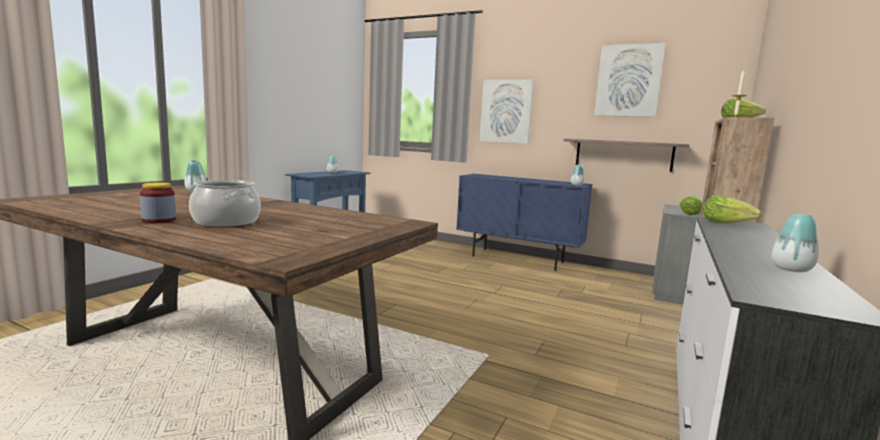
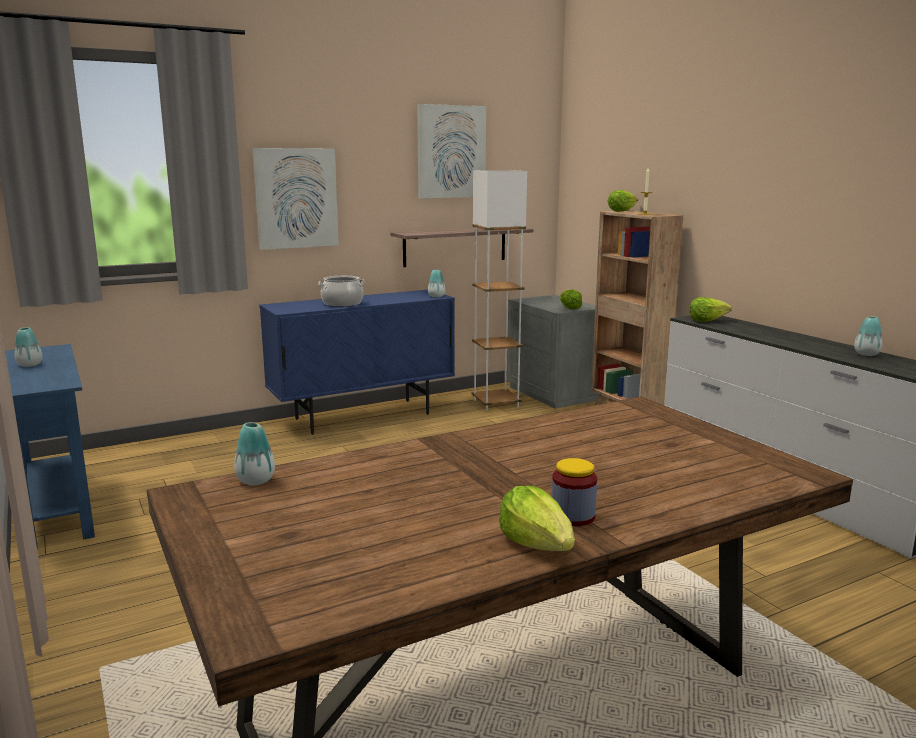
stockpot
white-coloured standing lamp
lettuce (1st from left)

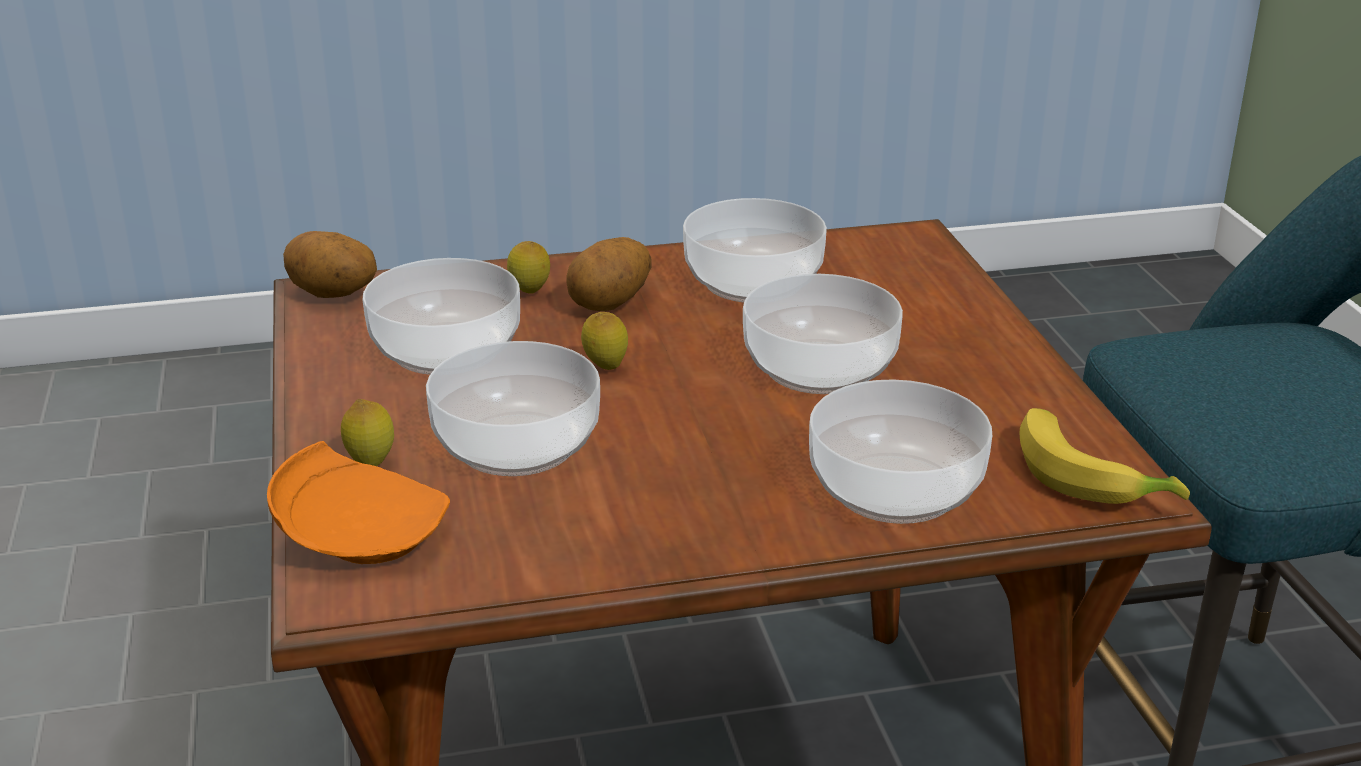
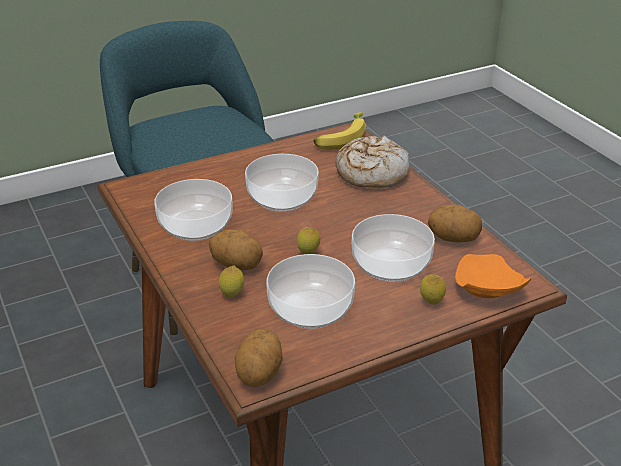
bakery bread
whole potato (3rd from left)

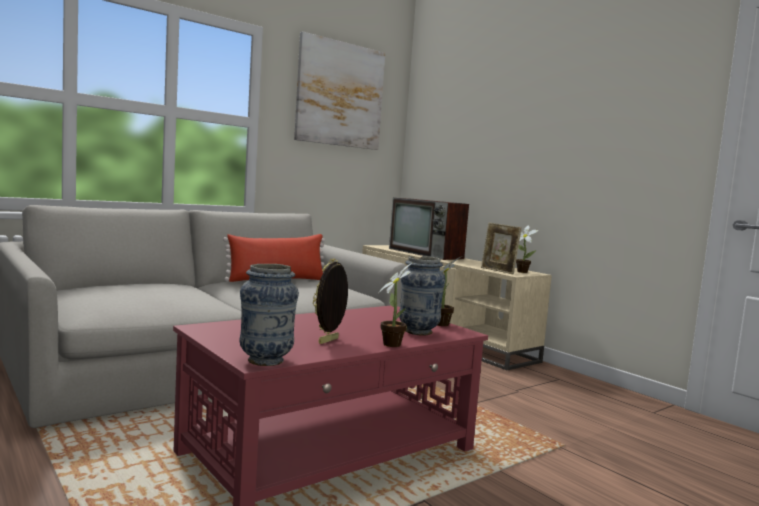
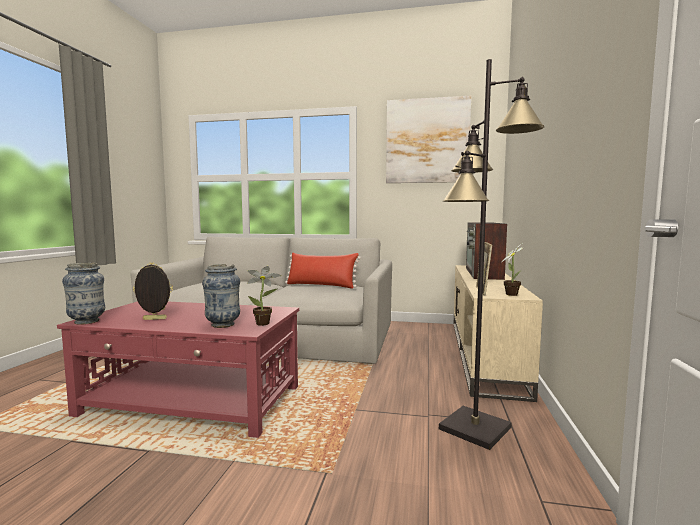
potted plant (1st from left in the first image)
black standing lamp

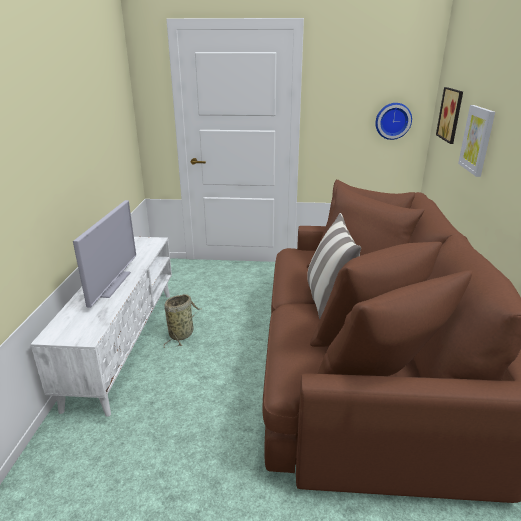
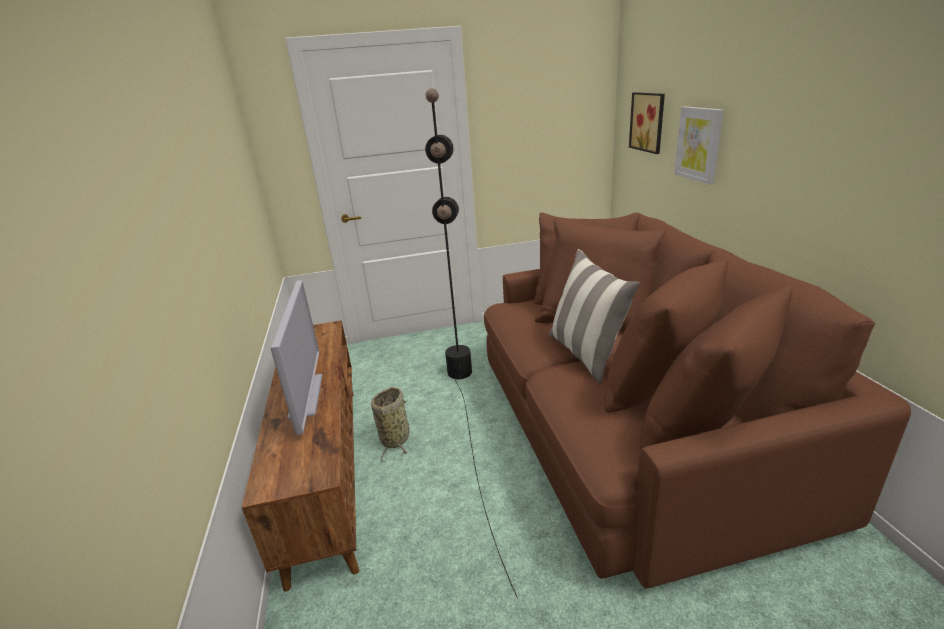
hanging clock
brown tv stand
black standing lamp

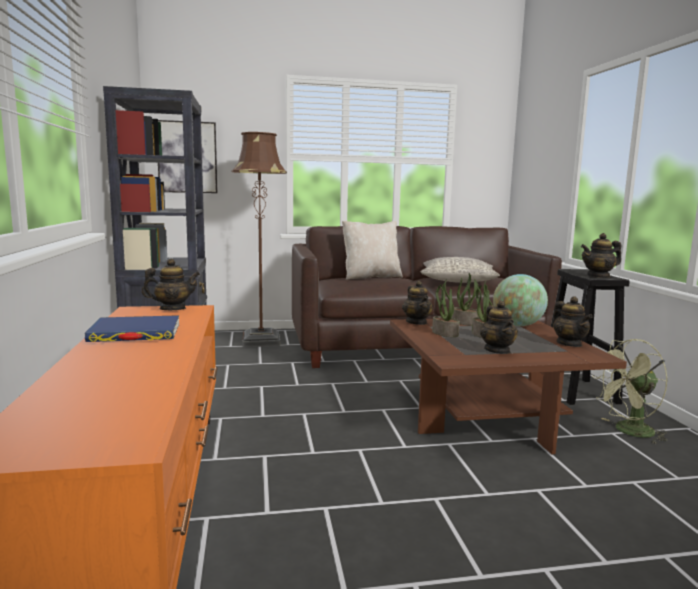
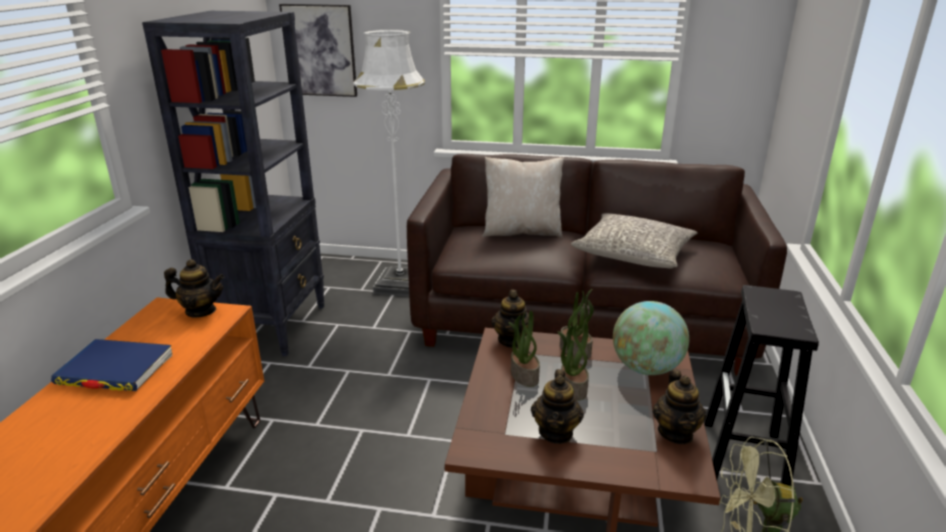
white-coloured standing lamp
tea pot (5th from left in the first image)

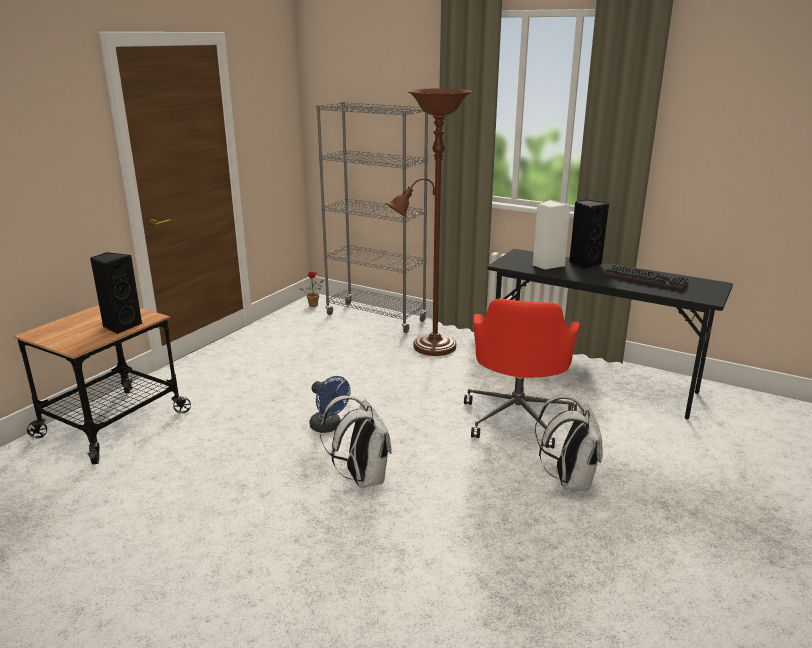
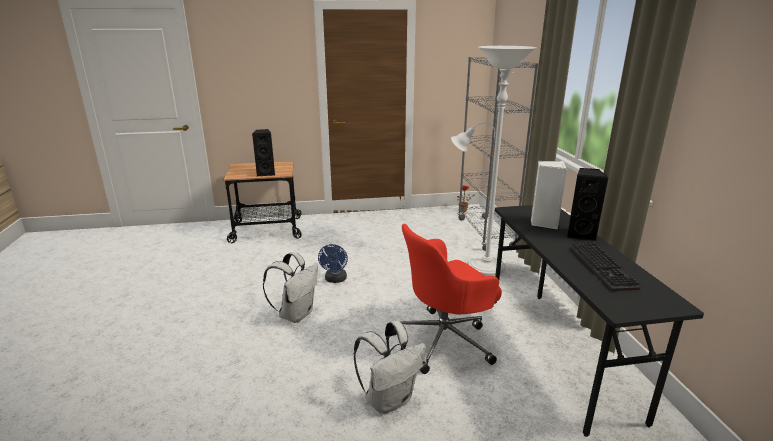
white-coloured standing lamp

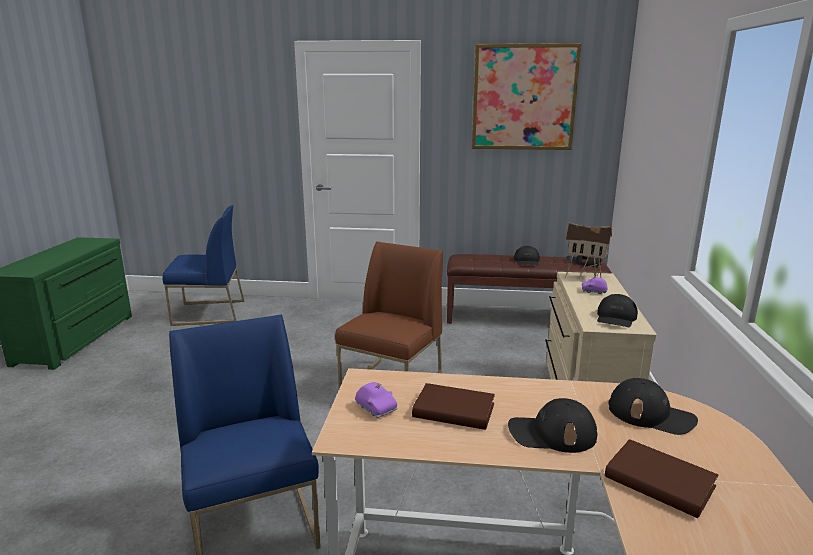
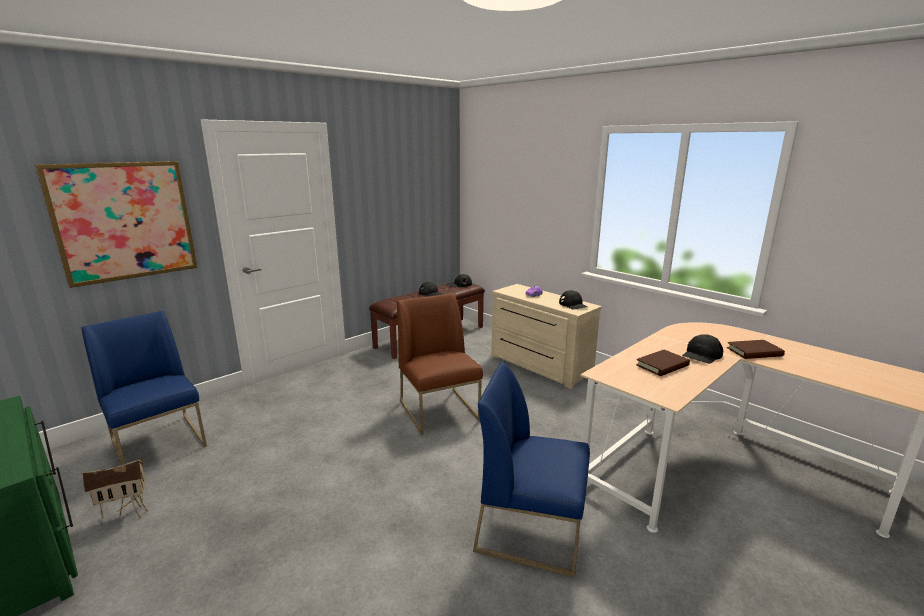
wall picture
blue-coloured plain chair (1st from left)
model house
black cap (5th from left in the first image)
purple miniature car (1st from left in the first image)

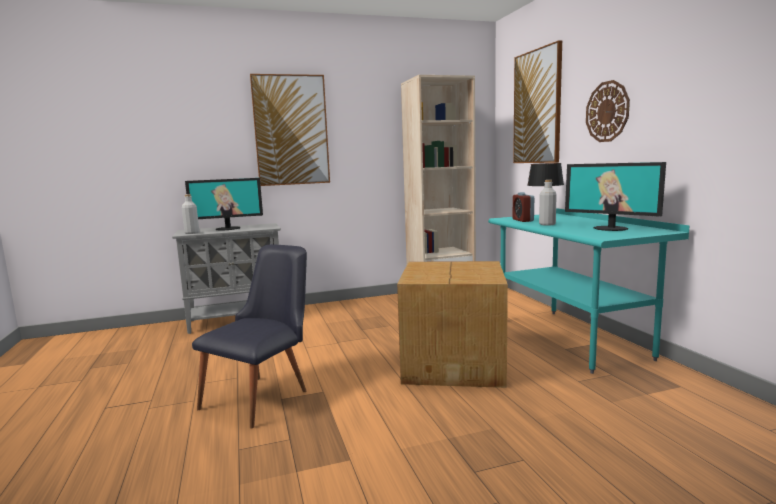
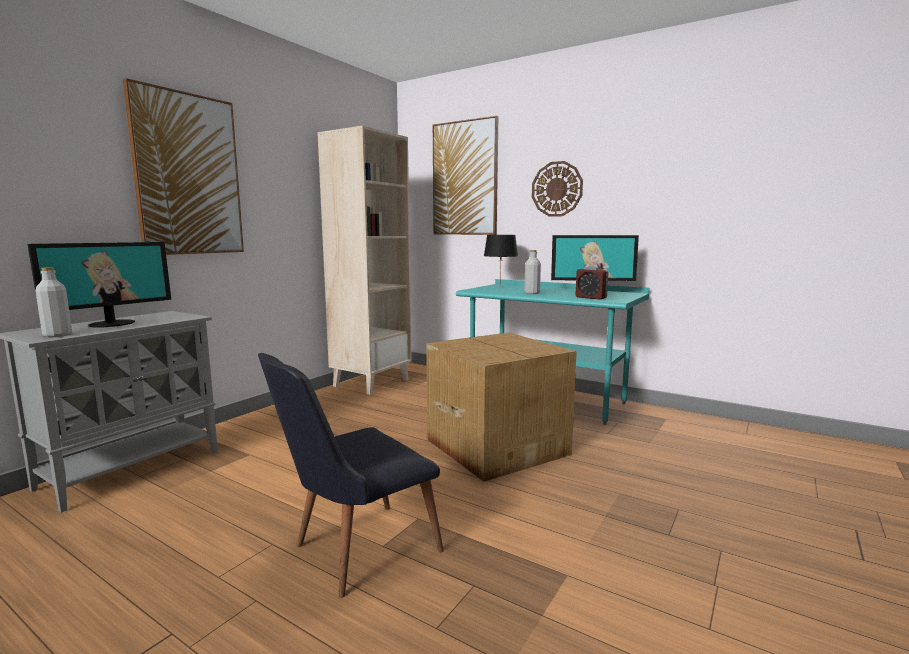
alarm clock
black plain chair

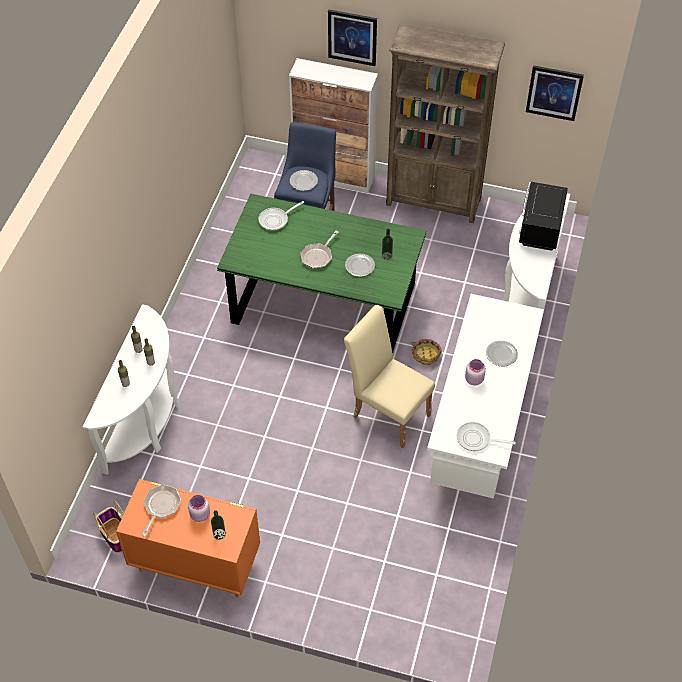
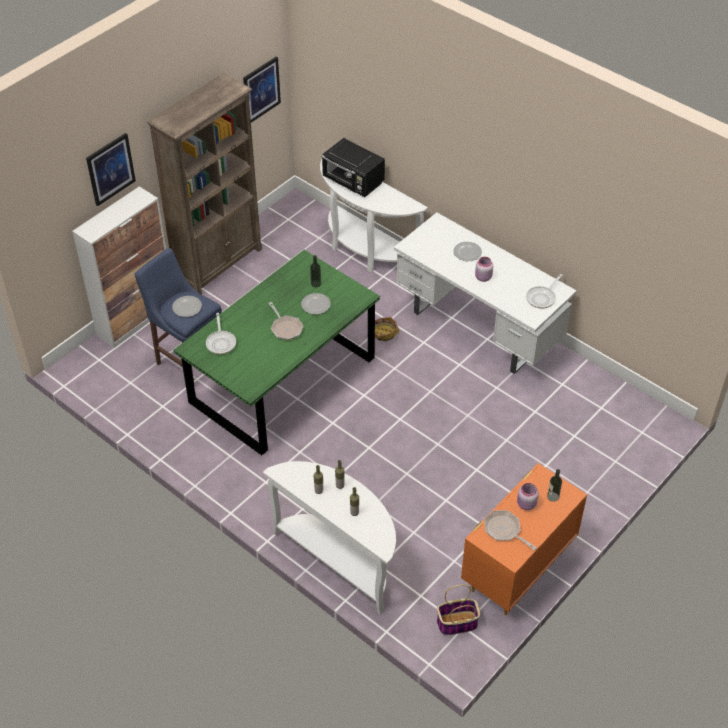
beige plain chair

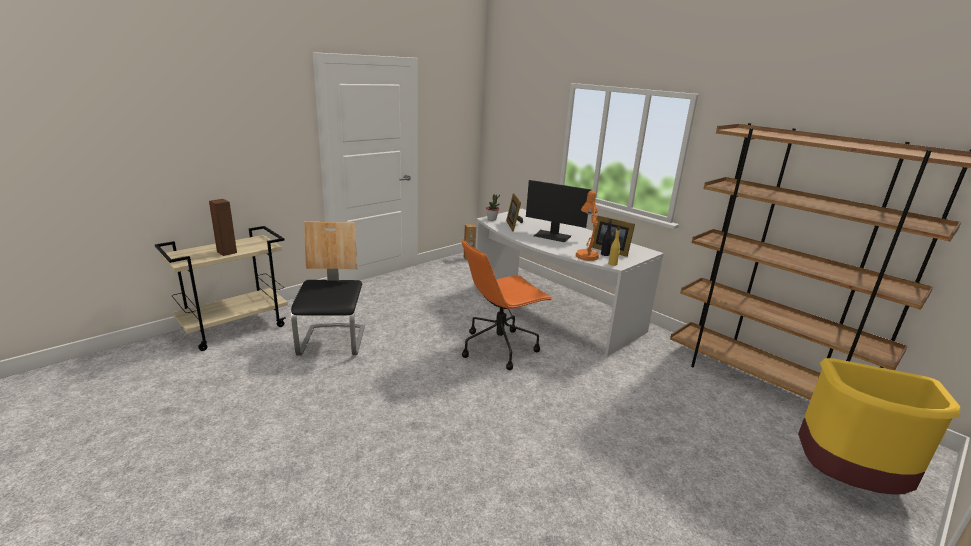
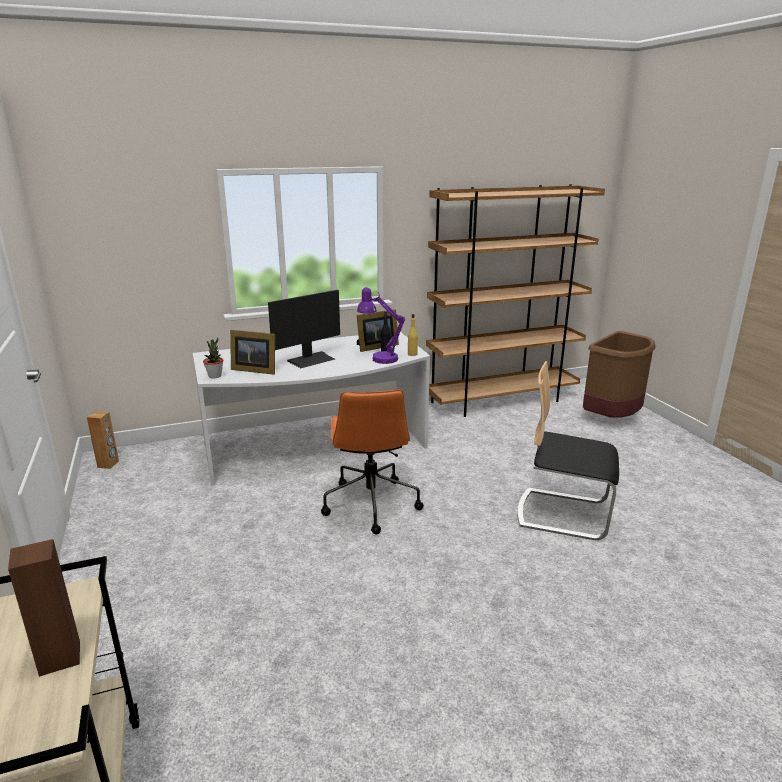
purple lamp for a table
plain chair
brown trash can

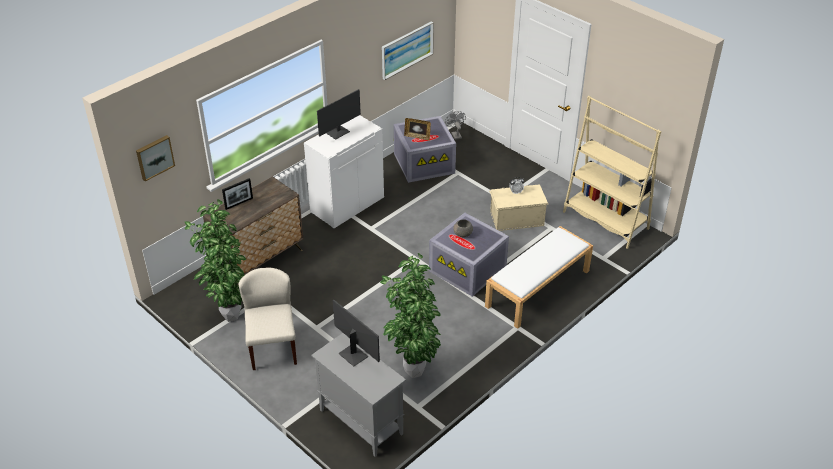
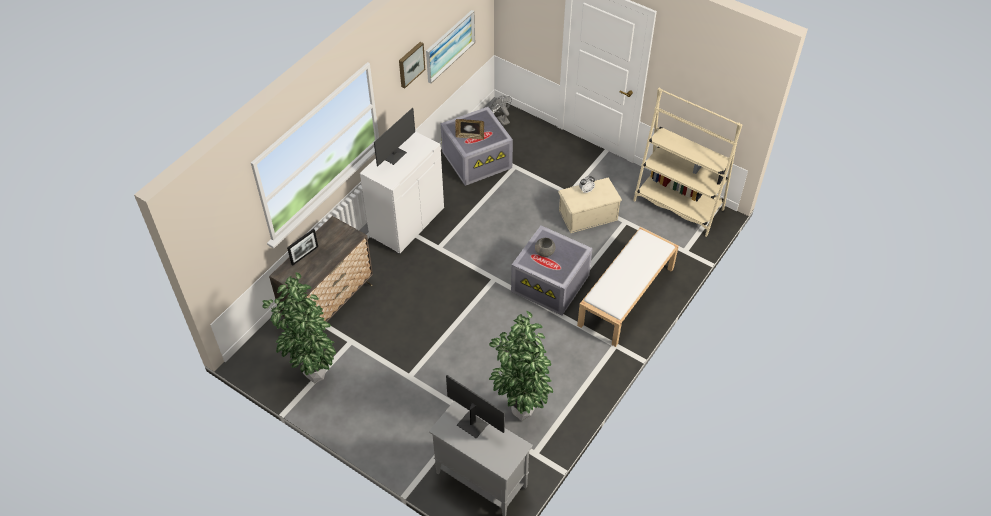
wall picture (1st from left)
beige plain chair

